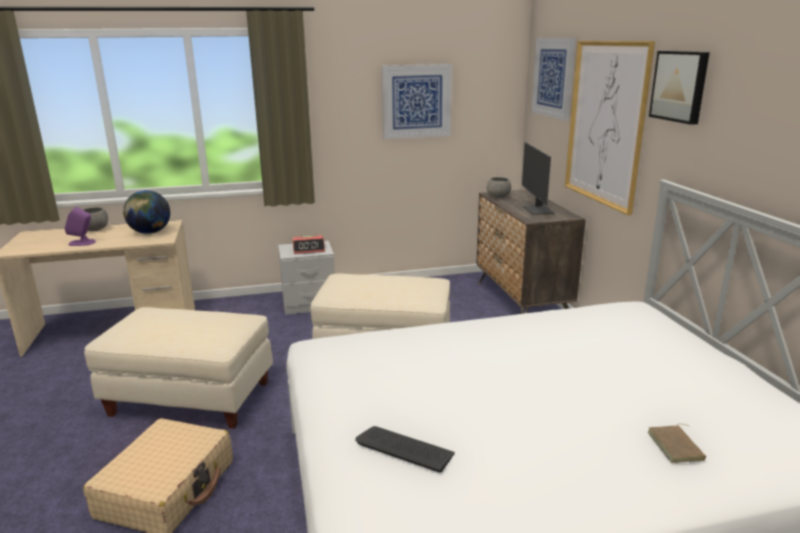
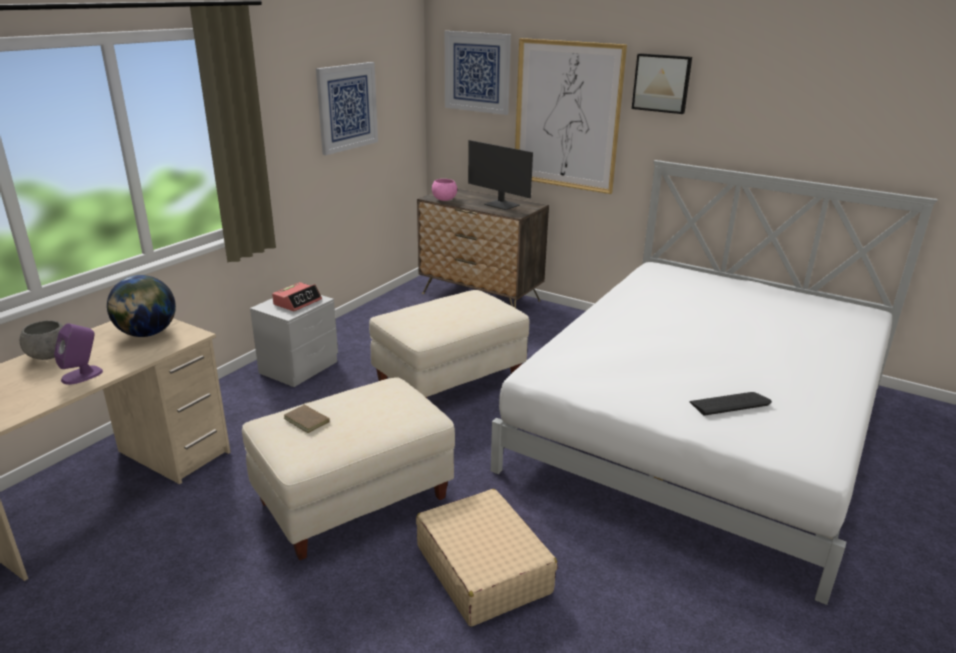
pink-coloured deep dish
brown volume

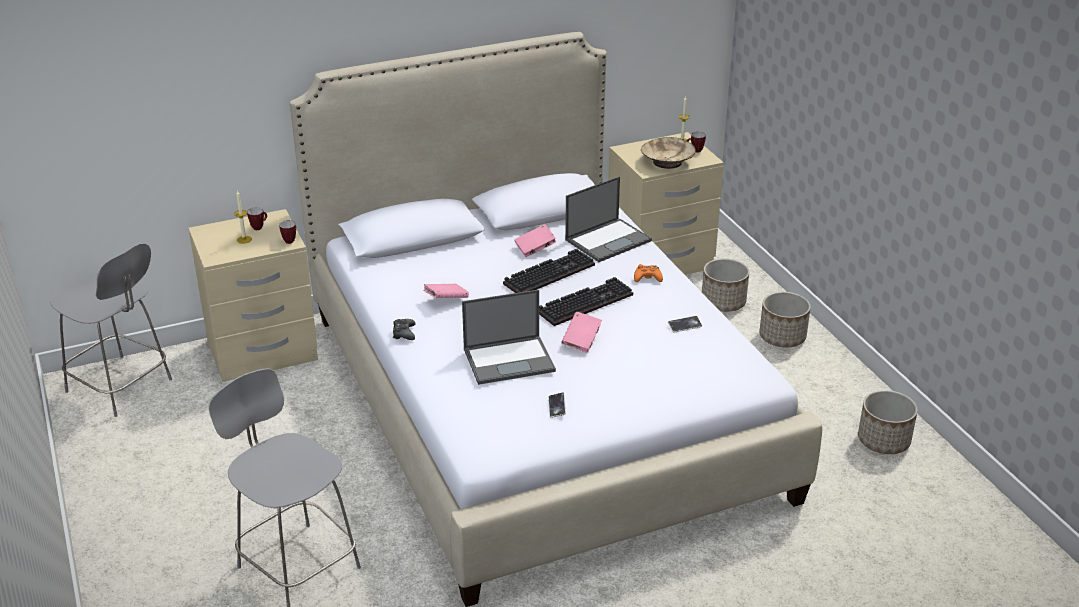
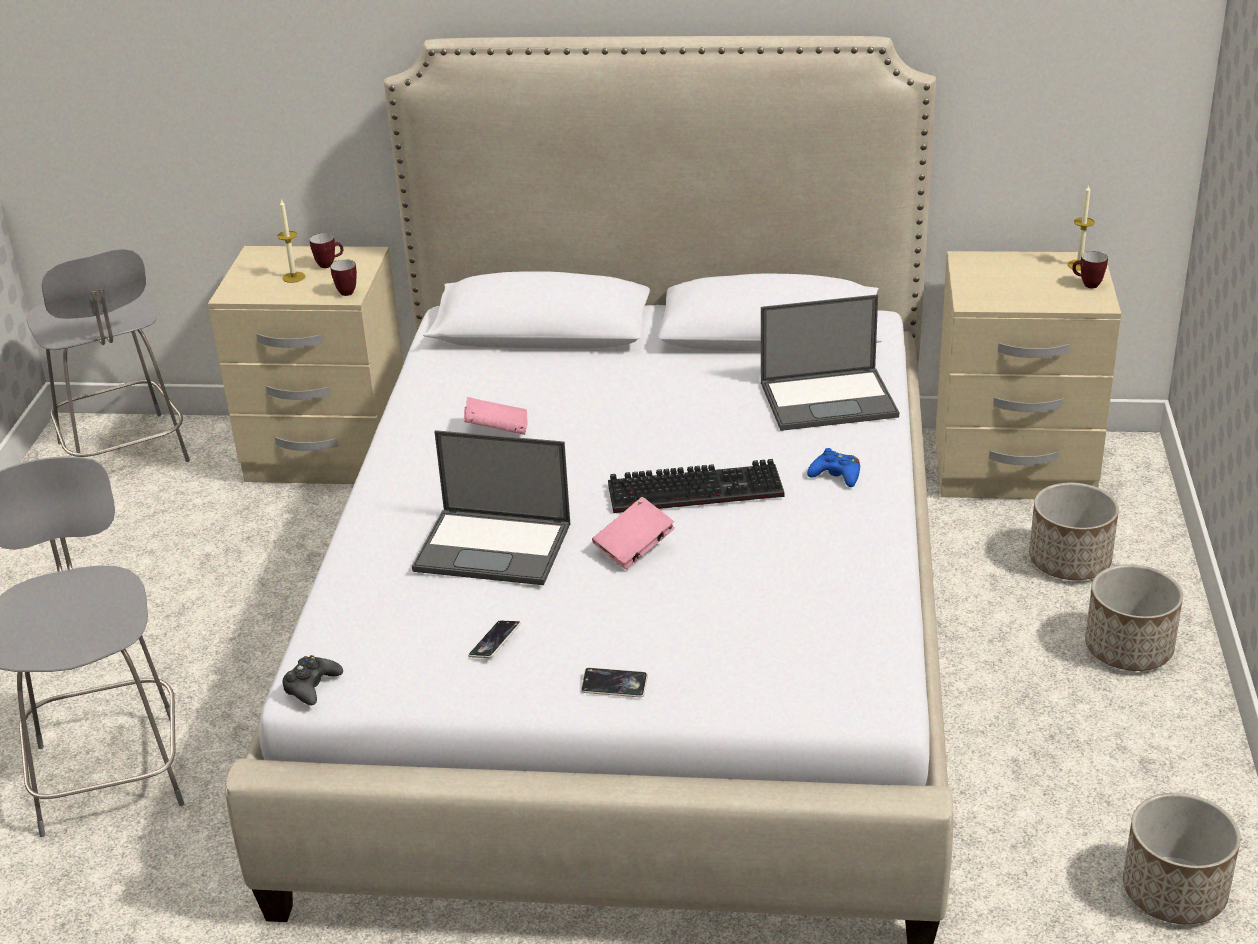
beige deep dish
pink-coloured volume (2nd from left in the first image)
keyboard (1st from left in the first image)
blue-coloured game controller
phone (2nd from left)
black game controller

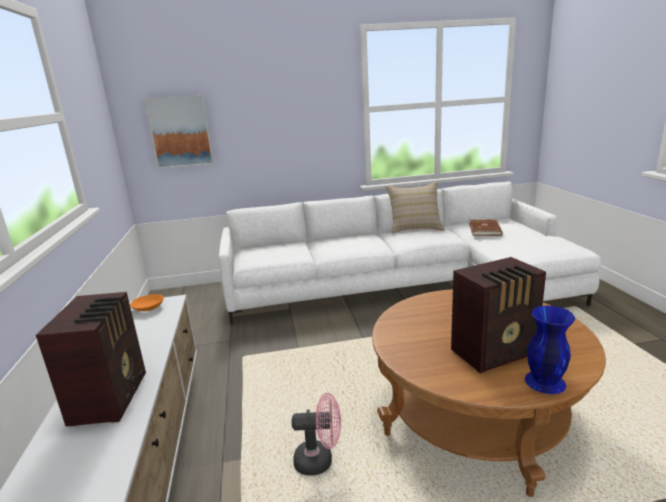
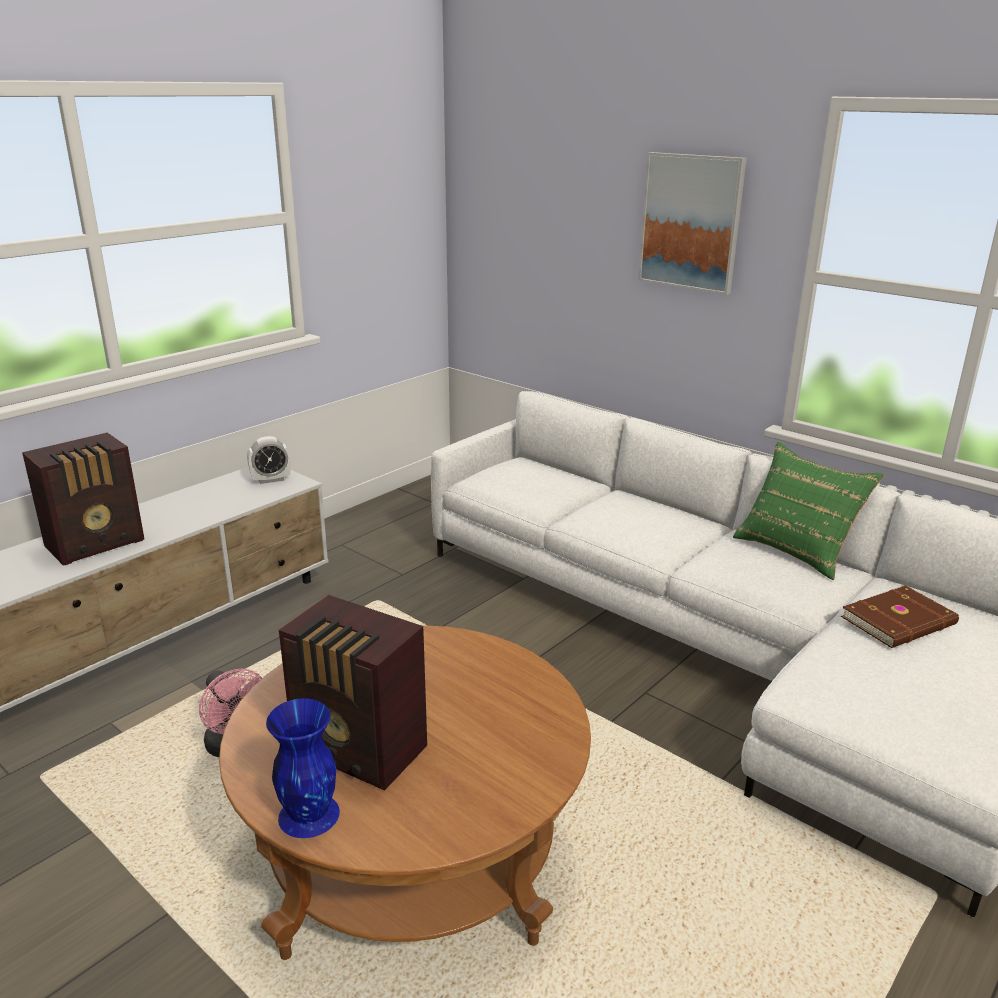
wall picture
green throw pillow
alarm clock

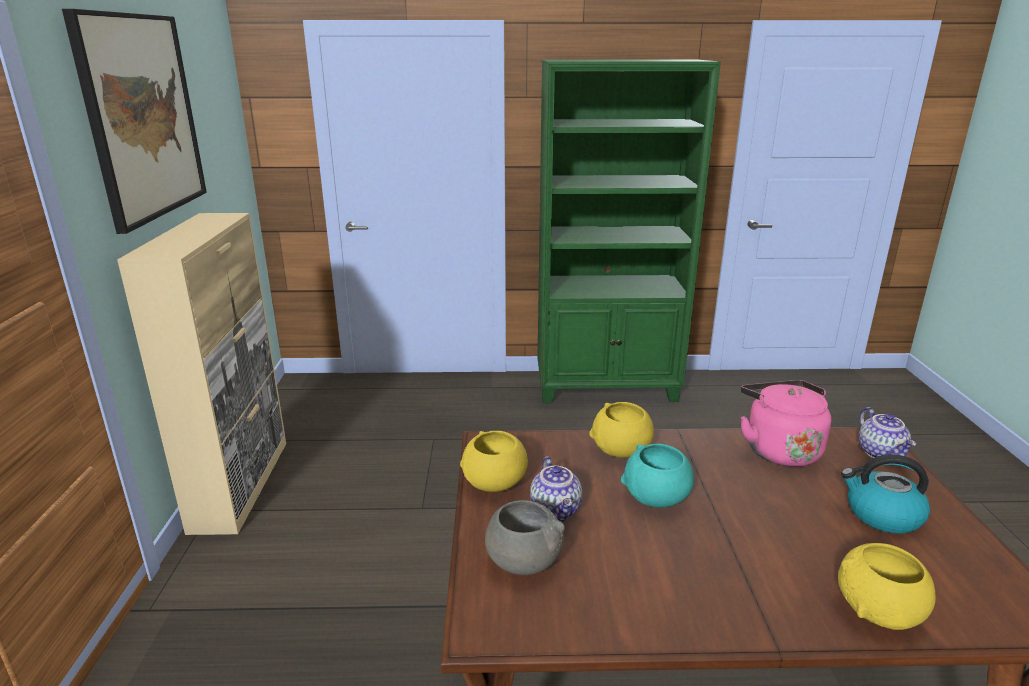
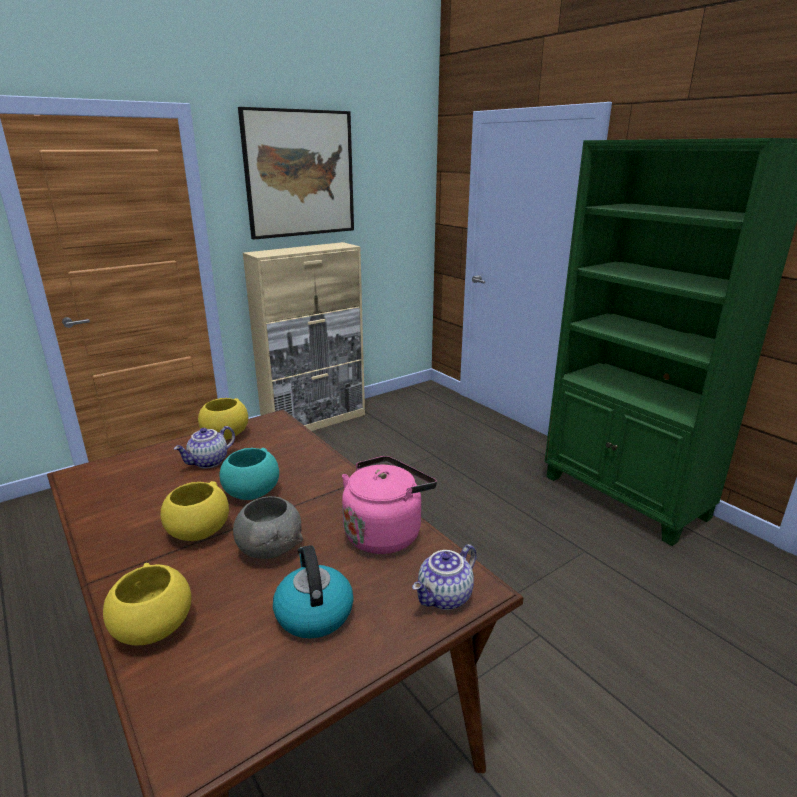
yellow deep dish (2nd from left)
greyish deep dish

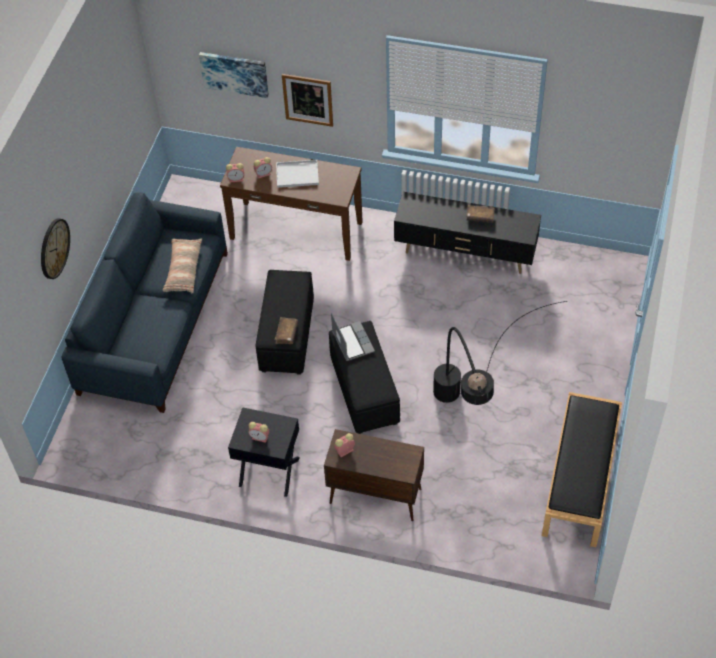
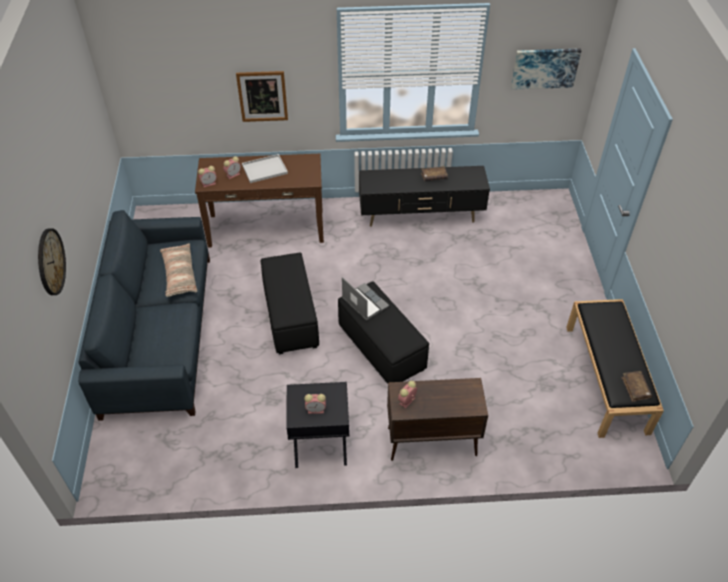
wall picture (2nd from left)
black standing lamp
brown volume (2nd from left)

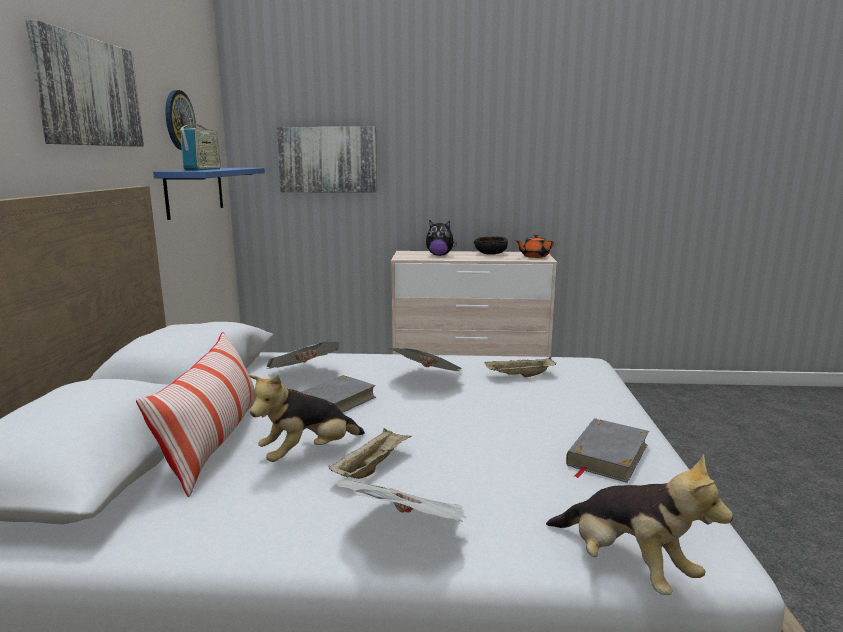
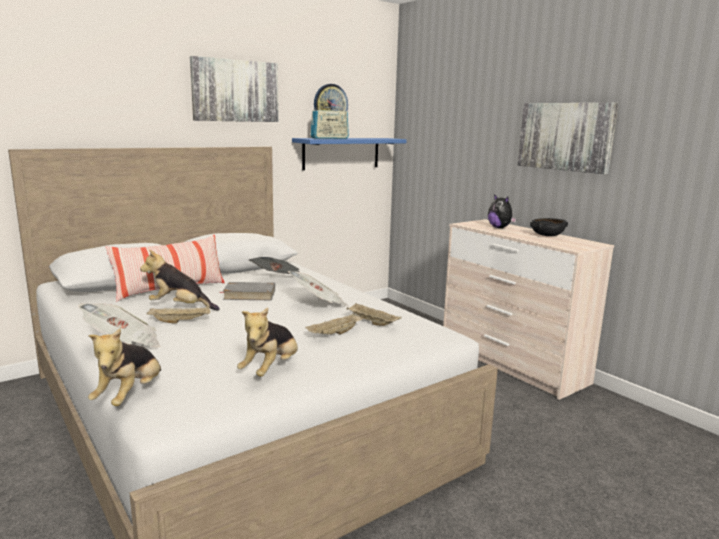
wall picture (2nd from left)
orange tea pot
soft toy (3rd from left)
beige serving tray (2nd from left)

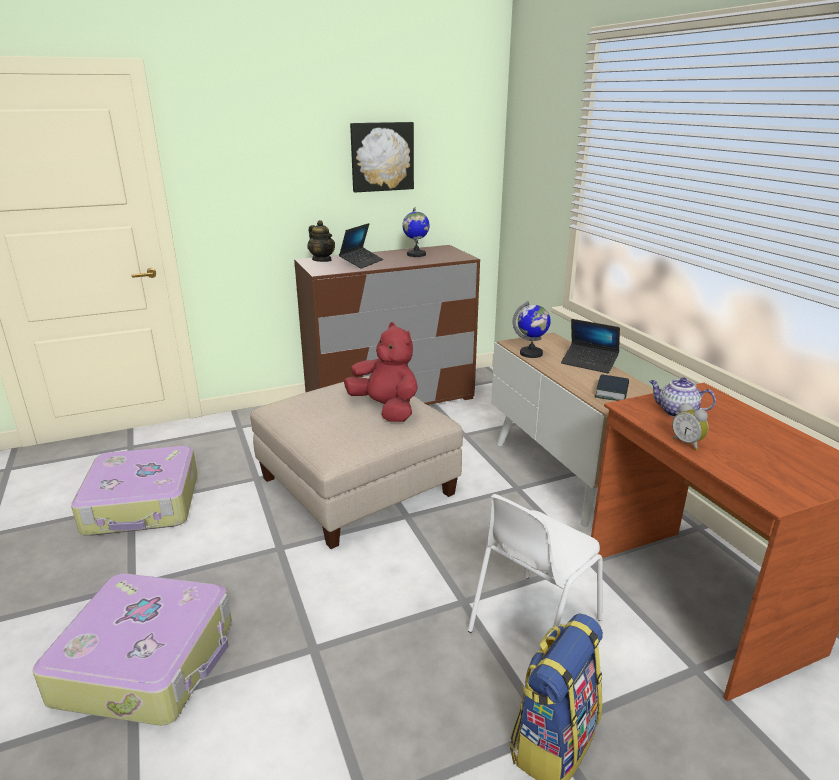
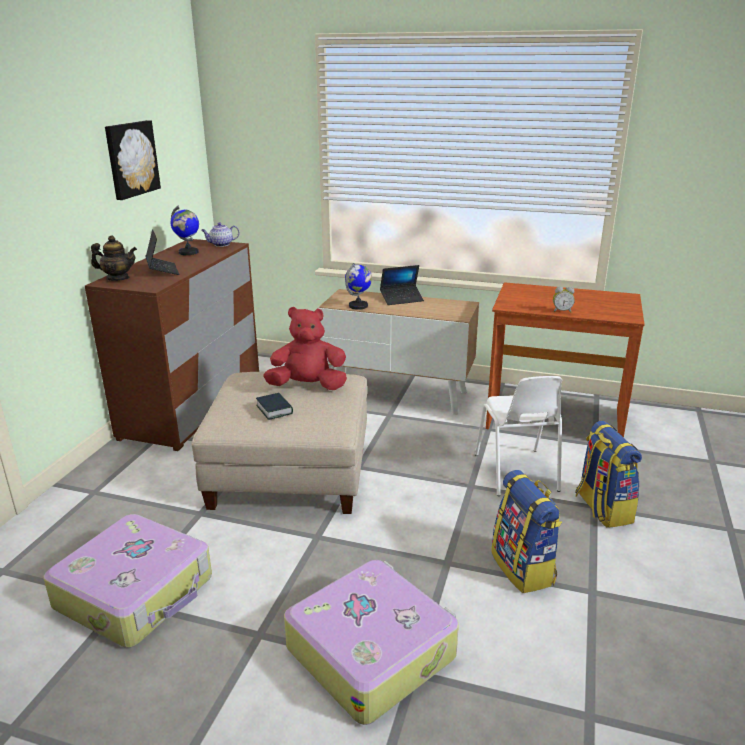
volume
tea pot (2nd from left)
rucksack (1st from left)

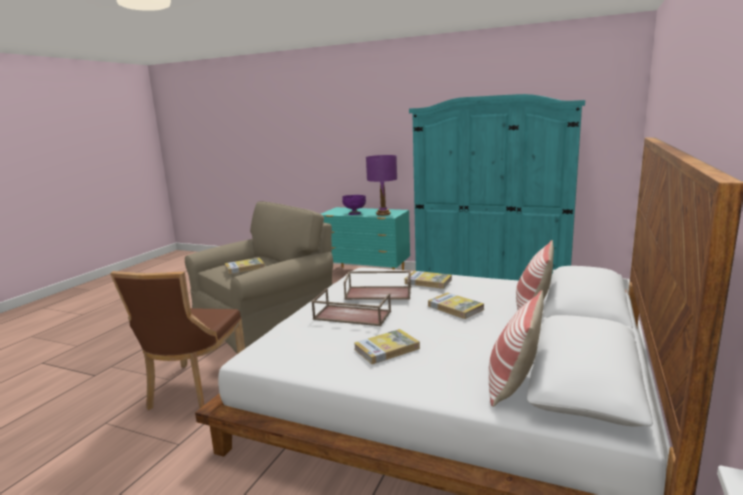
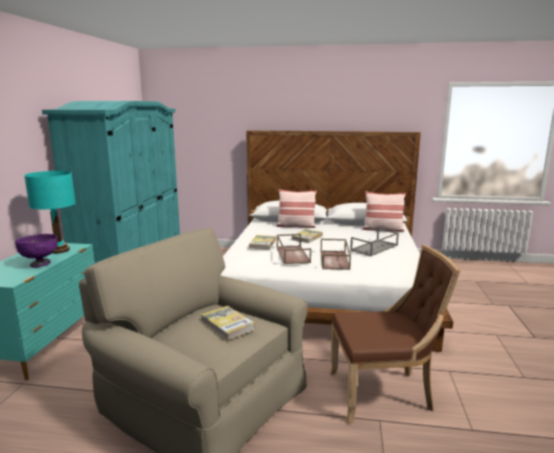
turquoise lamp for a table
greyish serving tray

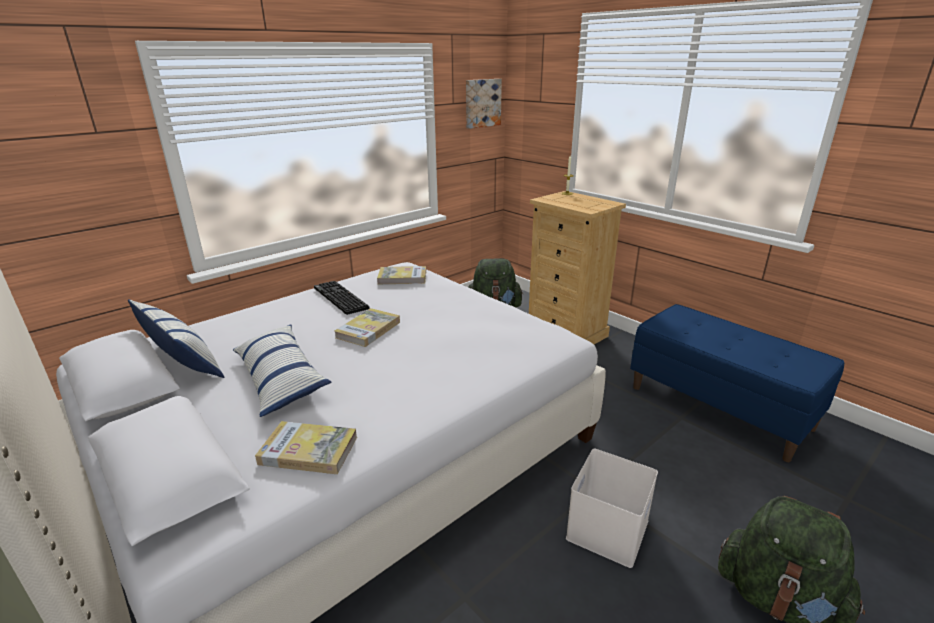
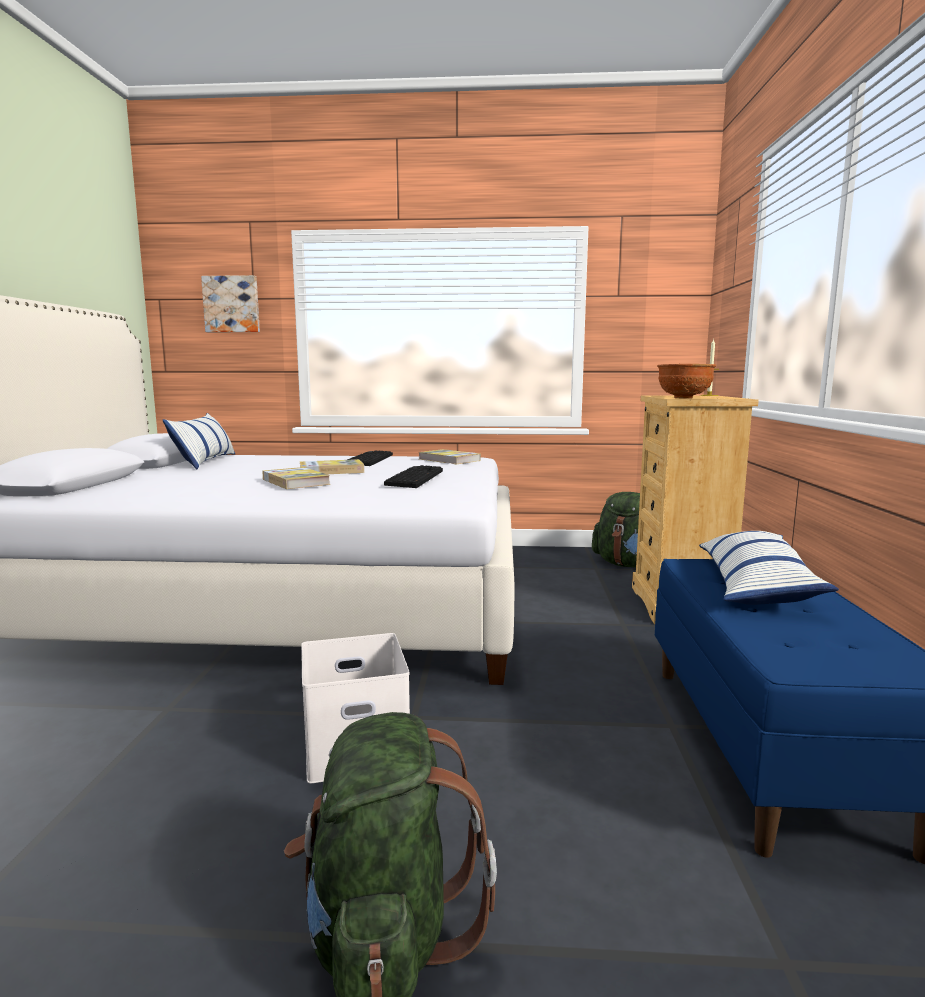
wall picture
throw pillow (2nd from left)
volume (1st from left)
brown deep dish
keyboard (2nd from left)

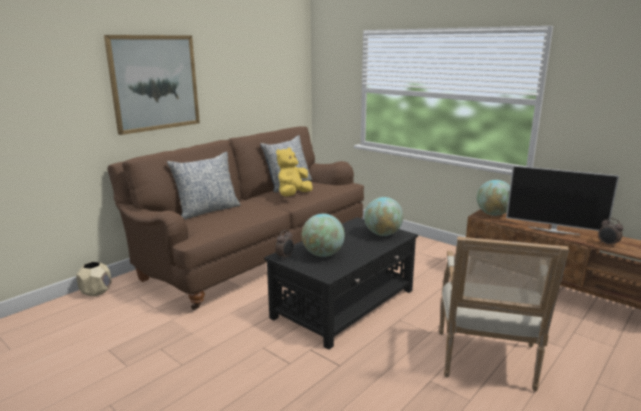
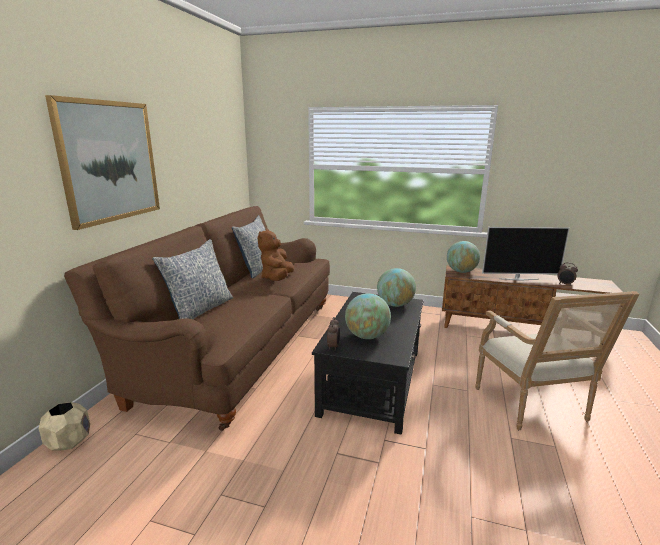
brown soft toy

